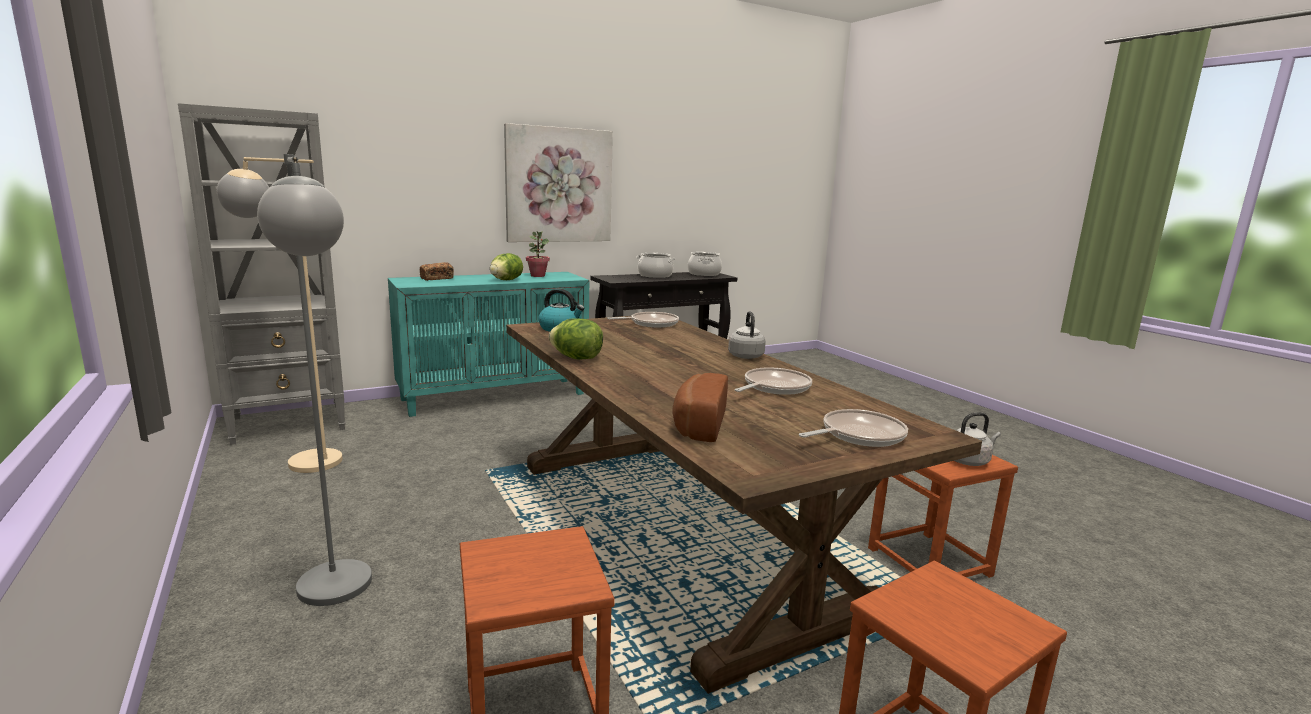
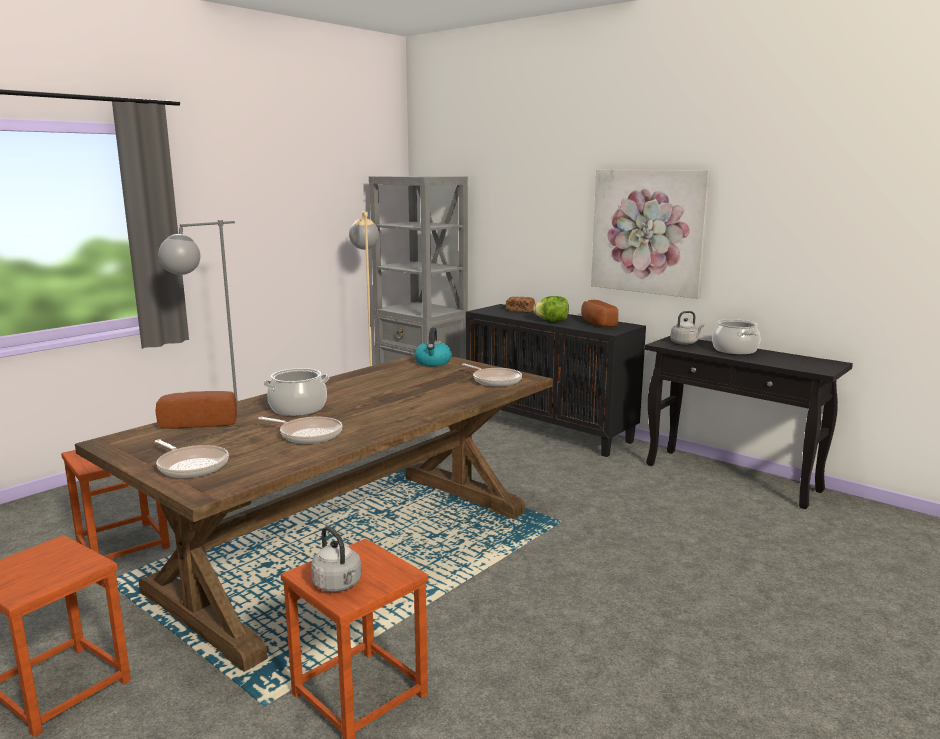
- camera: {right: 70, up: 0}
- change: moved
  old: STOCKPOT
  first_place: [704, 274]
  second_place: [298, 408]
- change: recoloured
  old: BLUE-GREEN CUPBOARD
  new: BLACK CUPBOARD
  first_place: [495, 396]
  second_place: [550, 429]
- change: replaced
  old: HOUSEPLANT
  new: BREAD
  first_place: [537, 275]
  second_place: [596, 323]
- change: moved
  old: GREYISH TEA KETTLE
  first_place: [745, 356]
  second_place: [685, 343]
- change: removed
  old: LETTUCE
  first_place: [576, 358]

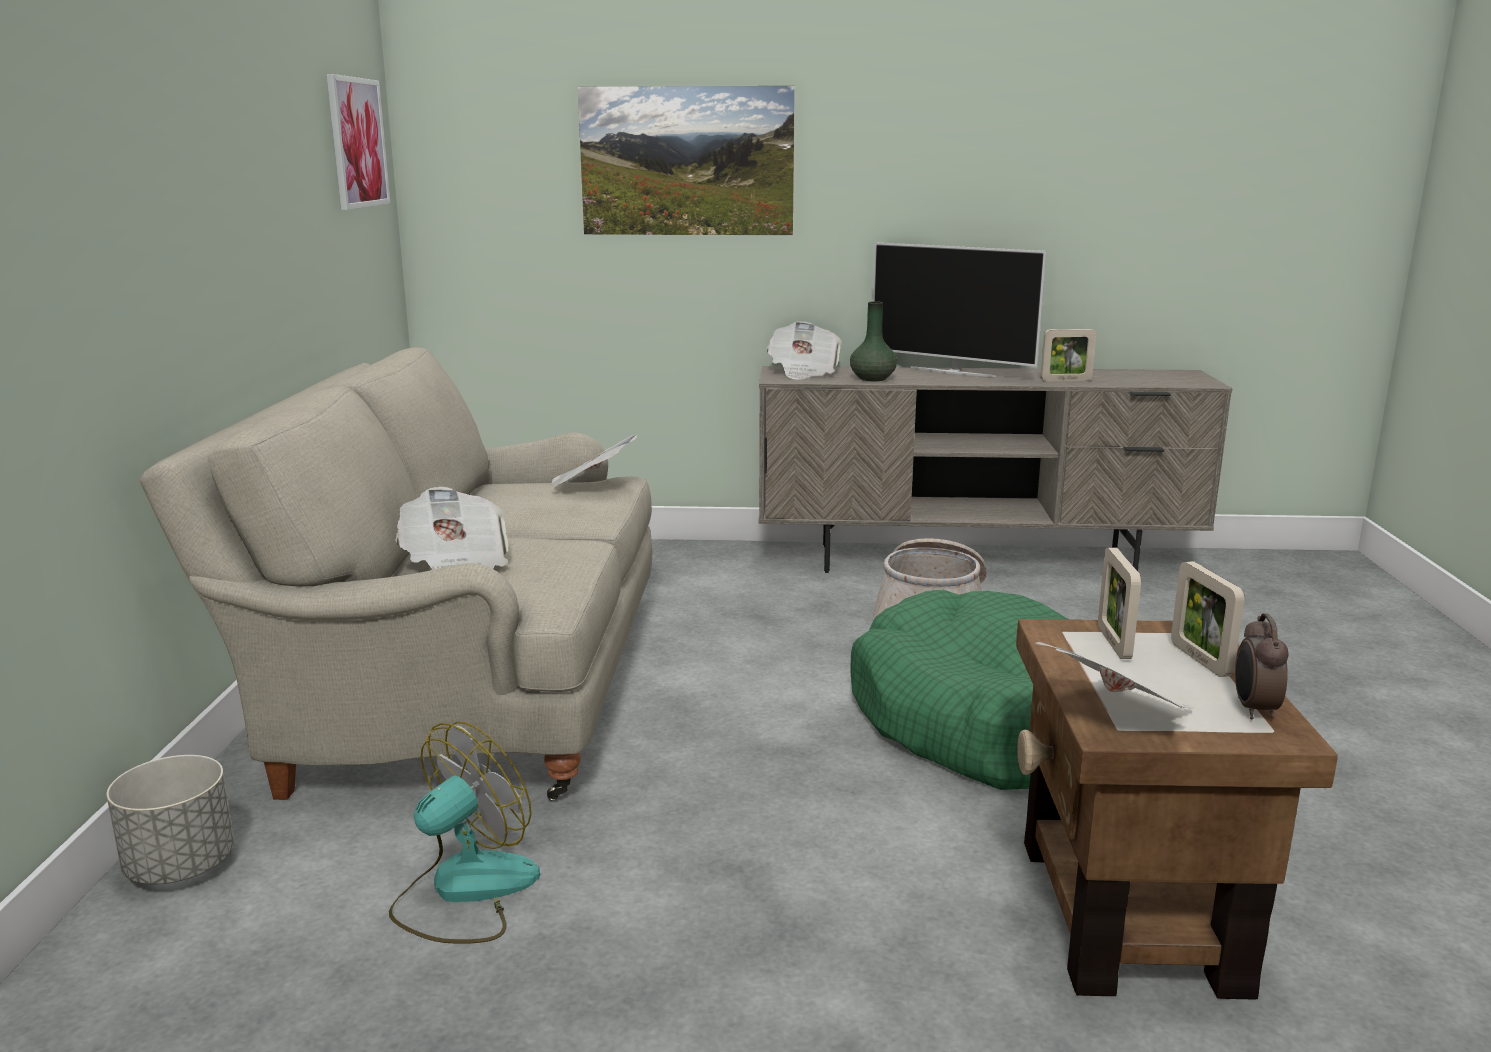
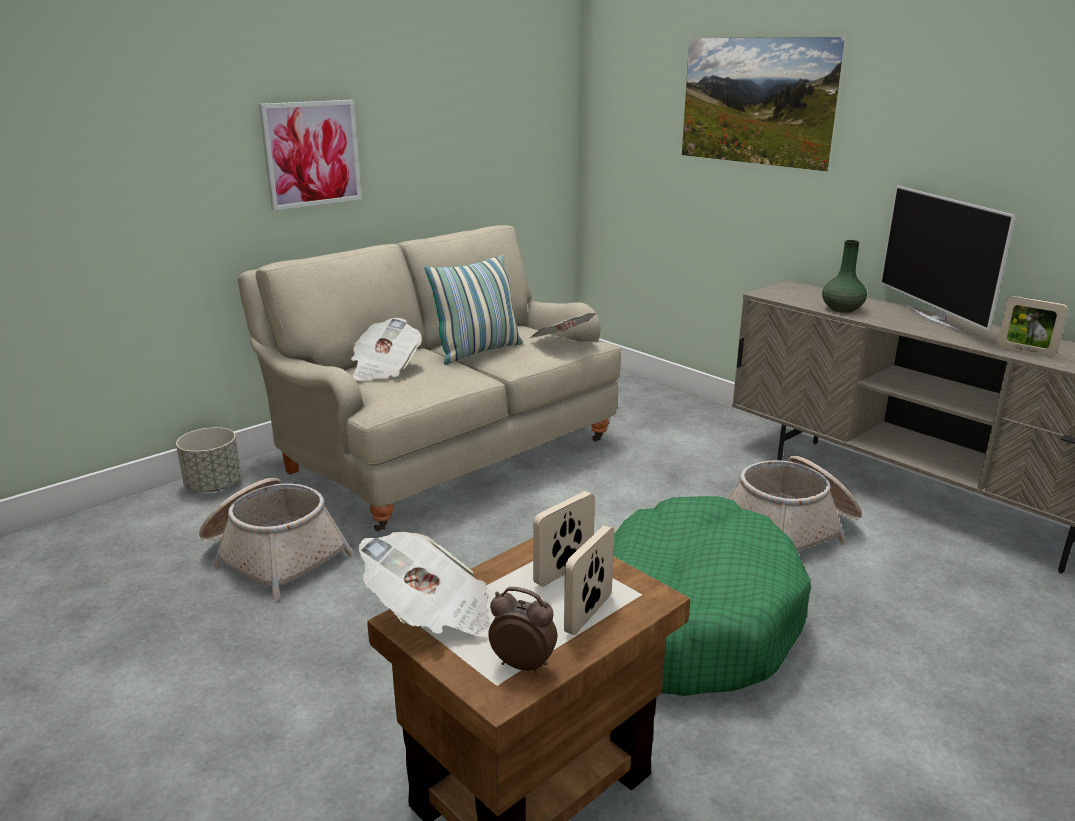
- camera: {right: 45, up: 5}
- change: replaced
  old: FAN
  new: HOUSEHOLD BASKET
  first_place: [464, 891]
  second_place: [273, 555]
- change: moved
  old: WALL ART
  first_place: [357, 143]
  second_place: [311, 154]
- change: added
  new: PILLOW
  second_place: [478, 352]
- change: turned
  old: ALARM CLOCK
  first_place: [1253, 710]
  second_place: [523, 664]
  degrees: 60
- change: removed
  old: NEWSPAPER
  first_place: [803, 372]

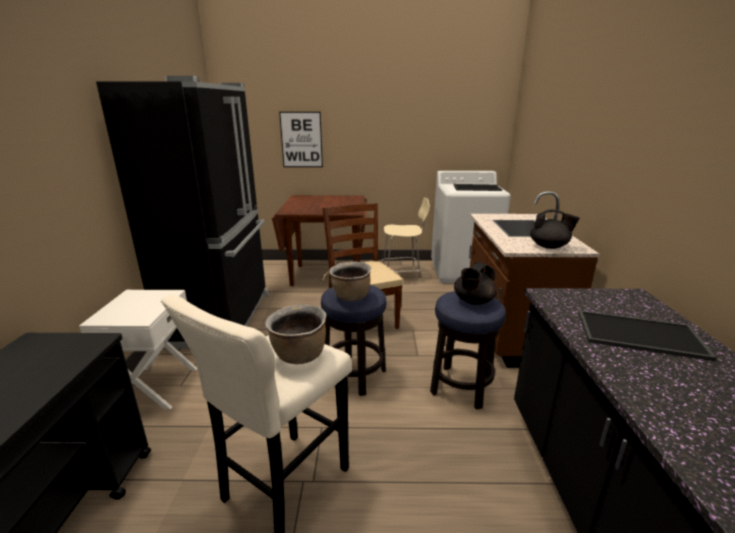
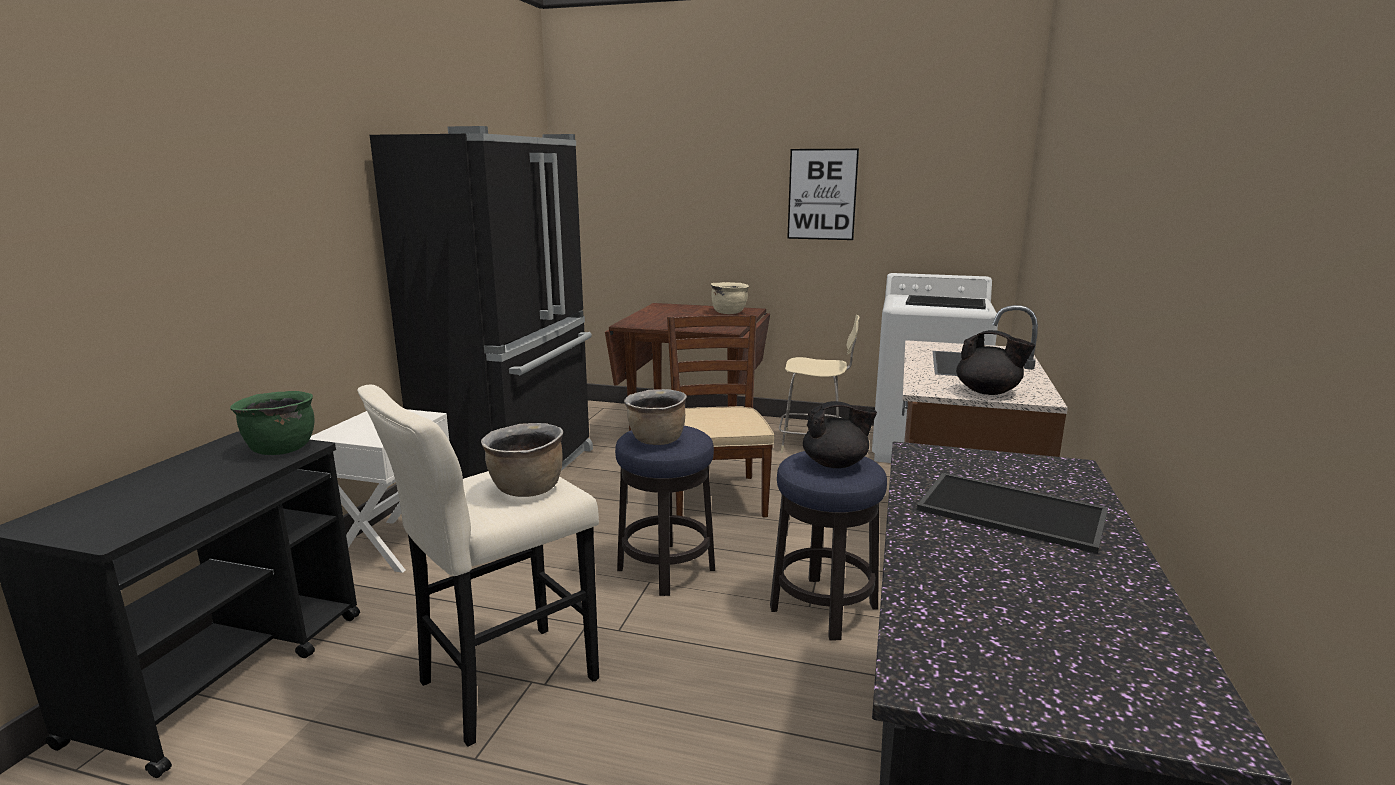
- camera: {right: 15, up: -5}
- change: added
  new: GREENISH STOCKPOT
  second_place: [281, 449]
- change: added
  new: BEIGE STOCKPOT
  second_place: [729, 312]
- change: moved
  old: WALL ART
  first_place: [301, 140]
  second_place: [822, 194]
- change: turned
  old: BLACK POT FOR TEA
  first_place: [473, 301]
  second_place: [836, 464]
  degrees: -150

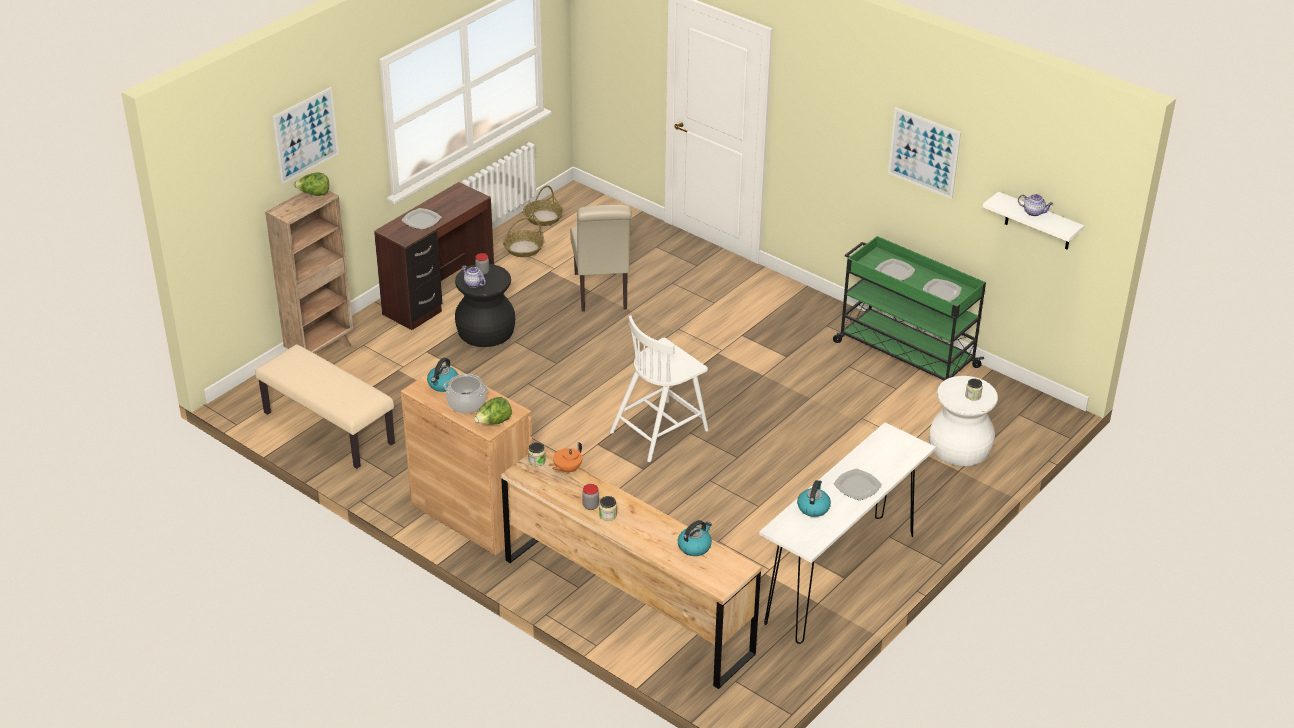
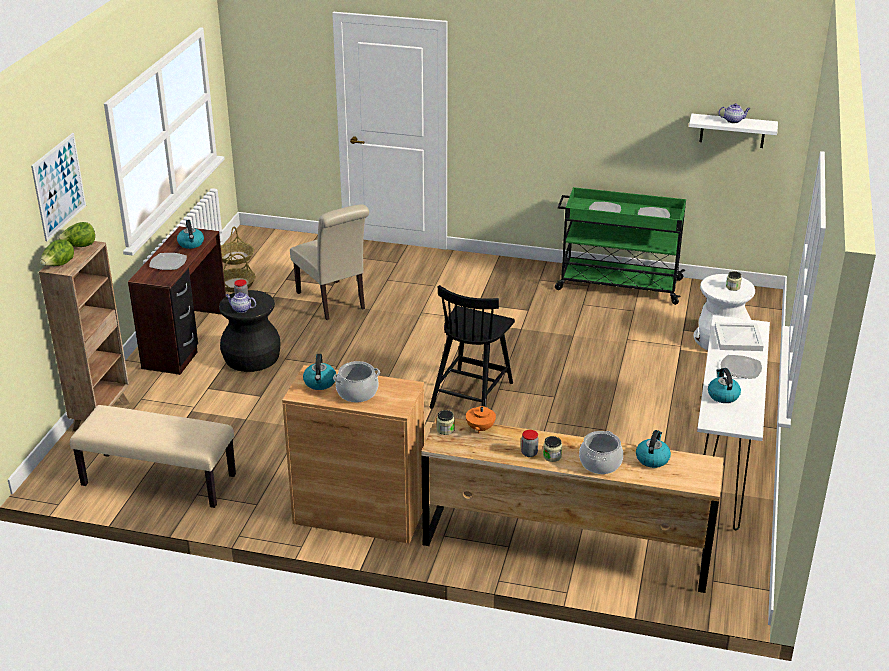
- camera: {right: -25, up: -5}
- change: moved
  old: LETTUCE
  first_place: [494, 422]
  second_place: [58, 265]
- change: added
  new: TEA KETTLE
  second_place: [191, 244]
- change: recoloured
  old: WHITISH UPRIGHT CHAIR
  new: BLACK UPRIGHT CHAIR
  first_place: [660, 430]
  second_place: [472, 394]
- change: added
  new: STOCKPOT
  second_place: [600, 463]
- change: added
  new: WHITISH TRAY
  second_place: [737, 339]
- change: removed
  old: WALL ART
  first_place: [924, 152]

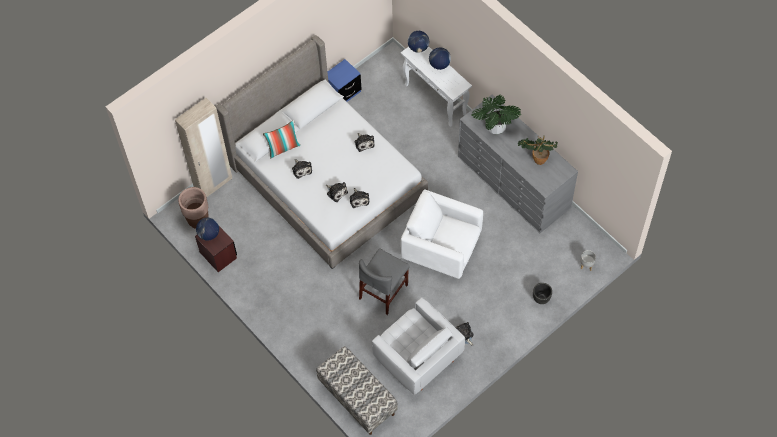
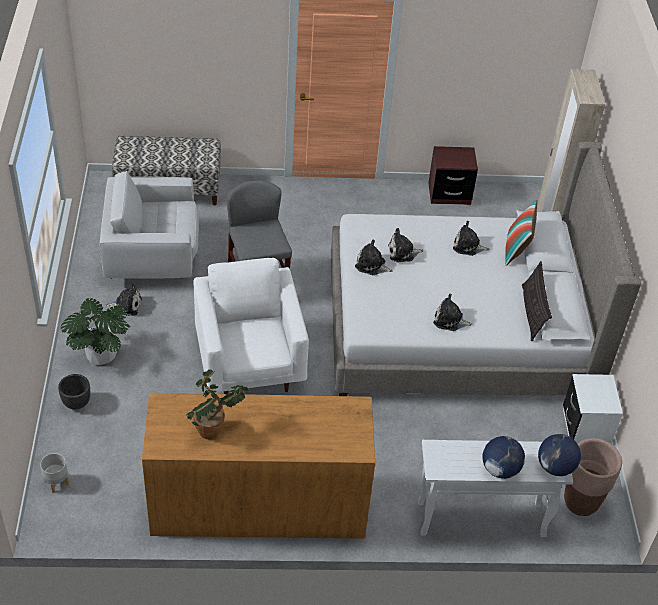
- camera: {right: 125, up: -15}
- change: moved
  old: HOUSEPLANT
  first_place: [496, 127]
  second_place: [101, 355]
- change: recoloured
  old: GREYISH DRAWER CHEST
  new: BROWN-COLOURED DRAWER CHEST
  first_place: [514, 182]
  second_place: [258, 504]
- change: turned
  old: WHITISH ARMCHAIR
  first_place: [442, 249]
  second_place: [250, 363]
  degrees: -75
- change: added
  new: PILLOW
  second_place: [532, 313]
- change: recoloured
  old: BLUE NIGHT TABLE
  new: WHITISH NIGHT TABLE
  first_place: [343, 92]
  second_place: [585, 429]
- change: moved
  old: BROWN-COLOURED FLOWER POT
  first_place: [198, 220]
  second_place: [580, 502]
- change: removed
  old: DESK GLOBE
  first_place: [209, 234]

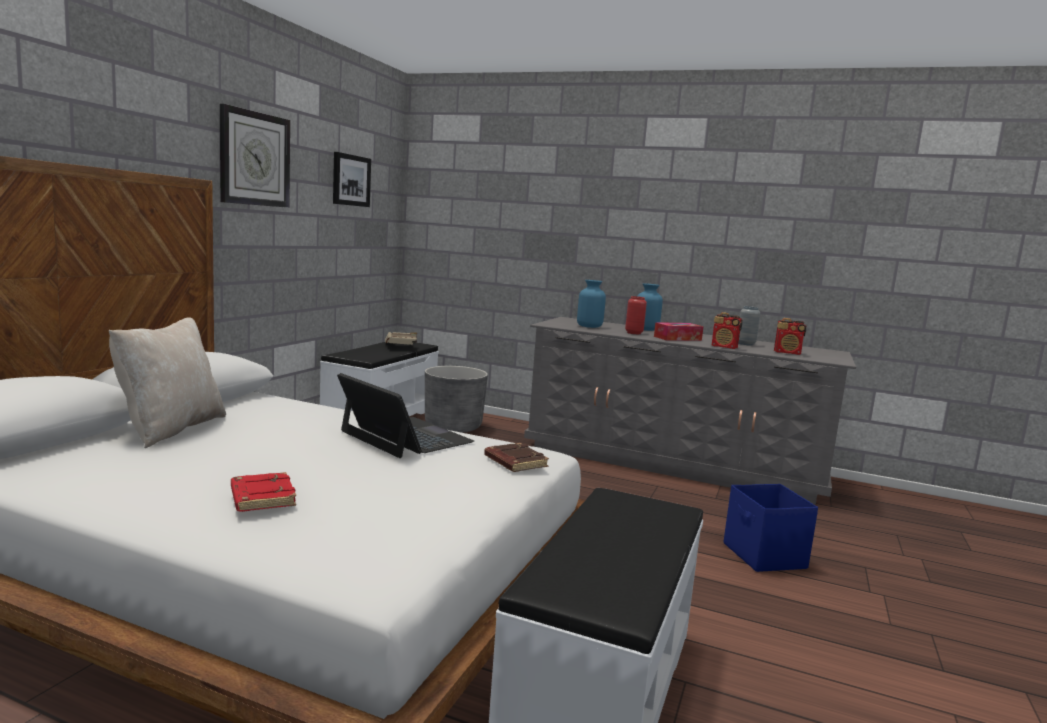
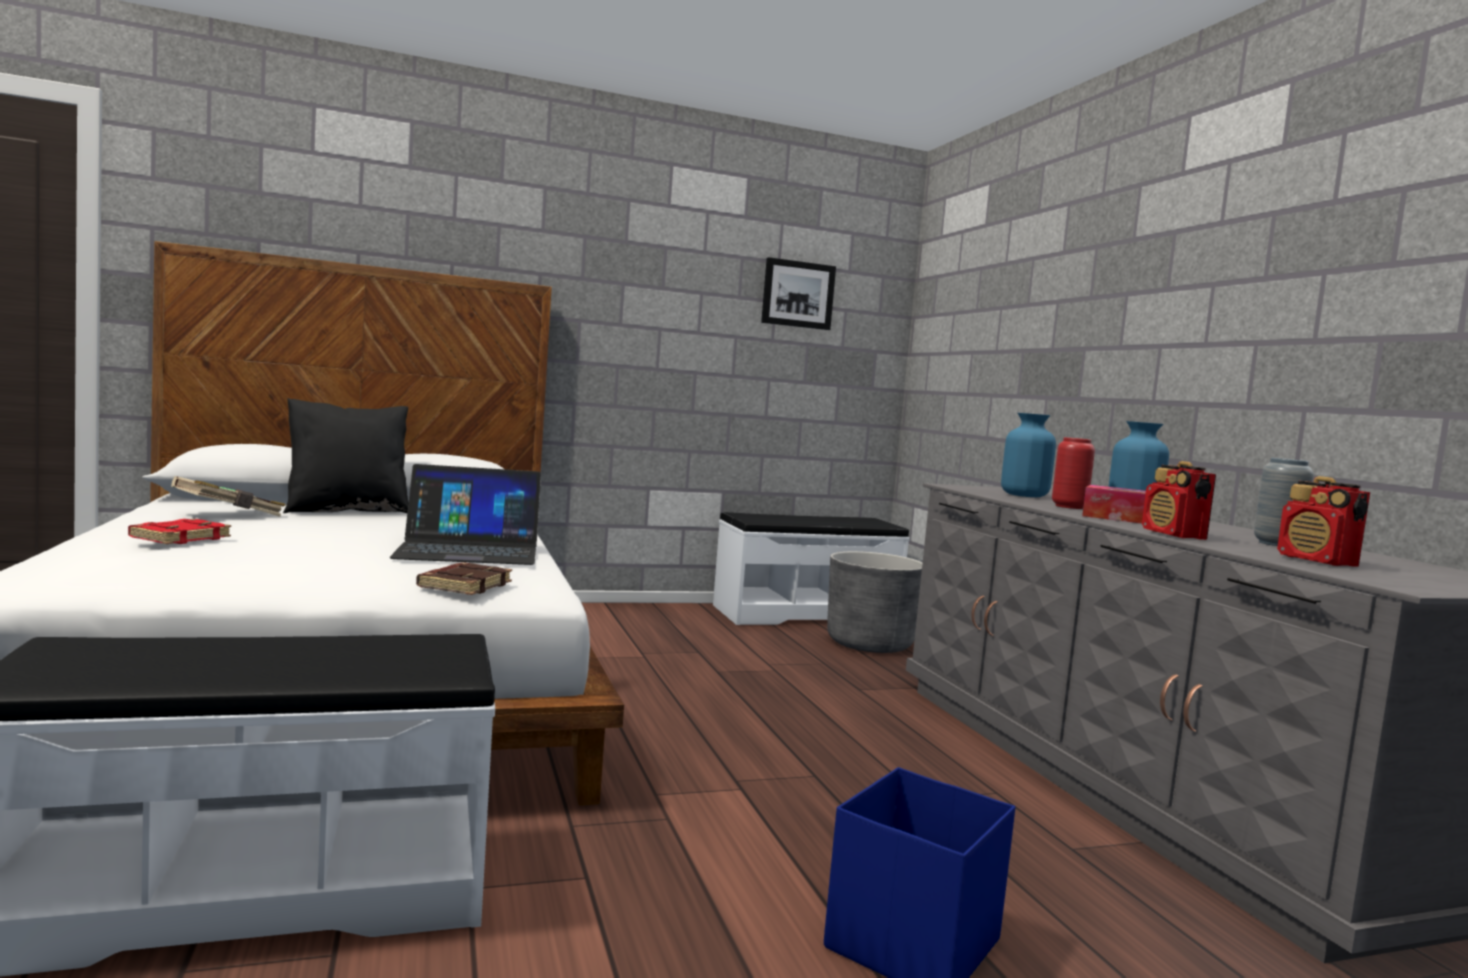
- camera: {right: 50, up: -5}
- change: moved
  old: BEIGE BOOK
  first_place: [401, 347]
  second_place: [229, 515]
- change: recoloured
  old: BEIGE PILLOW
  new: BLACK PILLOW
  first_place: [170, 429]
  second_place: [347, 510]
- change: turned
  old: NOTEBOOK COMPUTER
  first_place: [405, 437]
  second_place: [469, 550]
  degrees: 75
- change: removed
  old: WALL CLOCK
  first_place: [254, 159]

